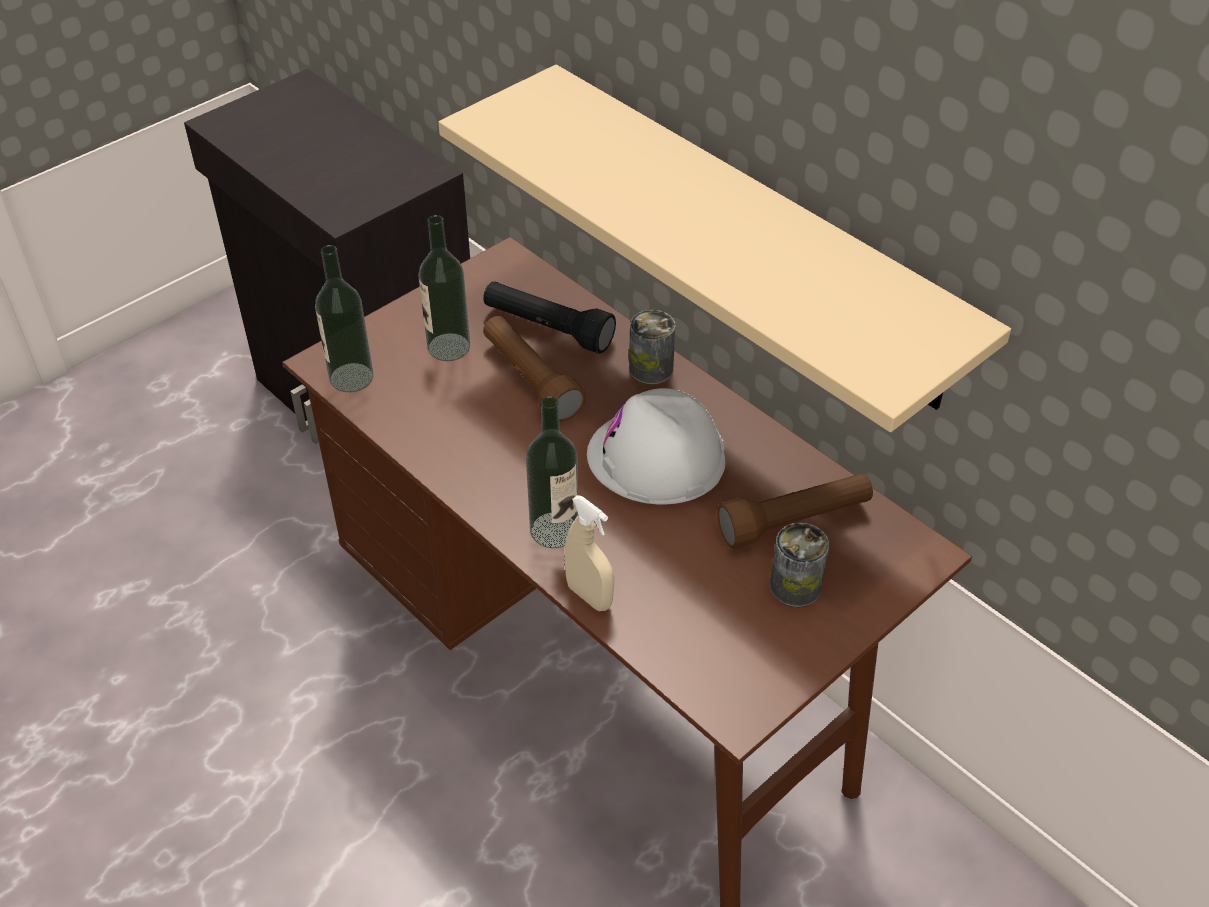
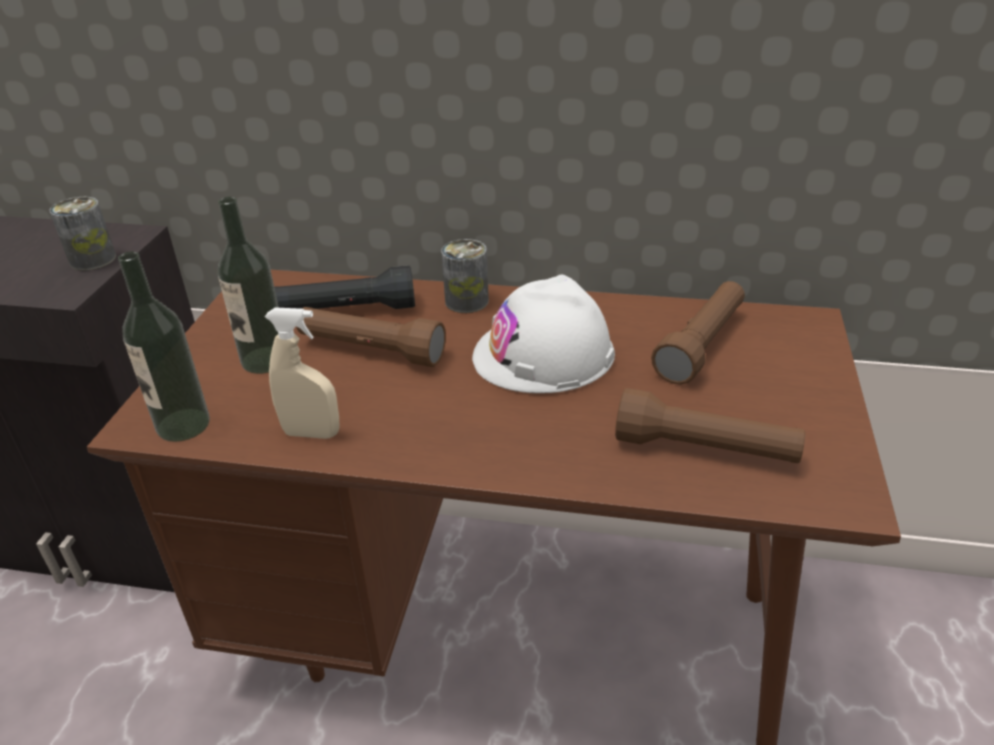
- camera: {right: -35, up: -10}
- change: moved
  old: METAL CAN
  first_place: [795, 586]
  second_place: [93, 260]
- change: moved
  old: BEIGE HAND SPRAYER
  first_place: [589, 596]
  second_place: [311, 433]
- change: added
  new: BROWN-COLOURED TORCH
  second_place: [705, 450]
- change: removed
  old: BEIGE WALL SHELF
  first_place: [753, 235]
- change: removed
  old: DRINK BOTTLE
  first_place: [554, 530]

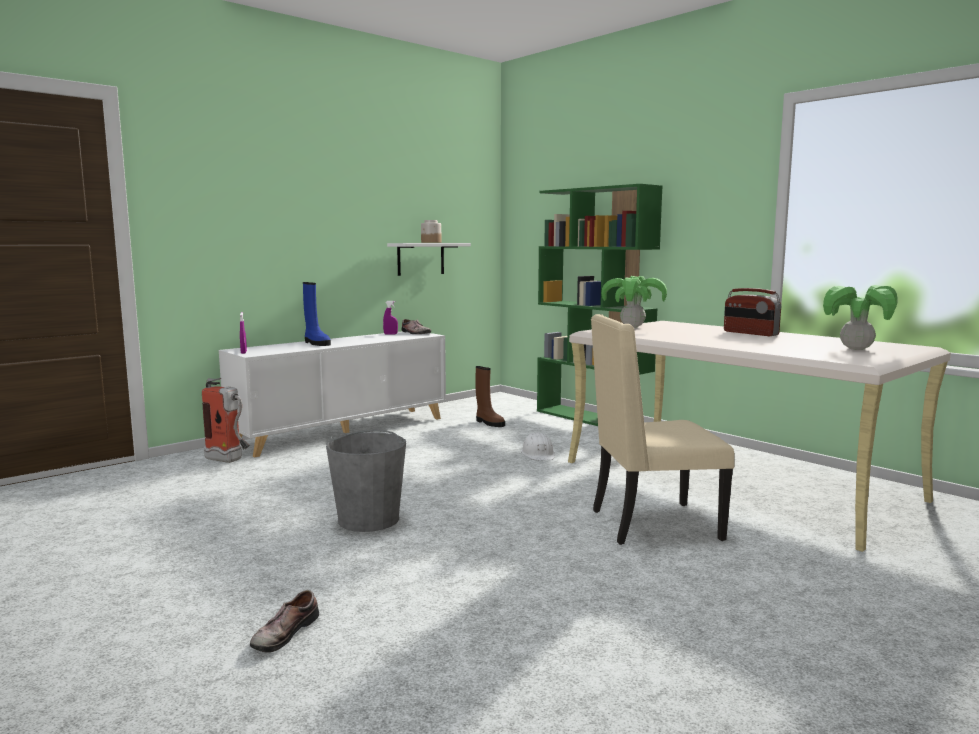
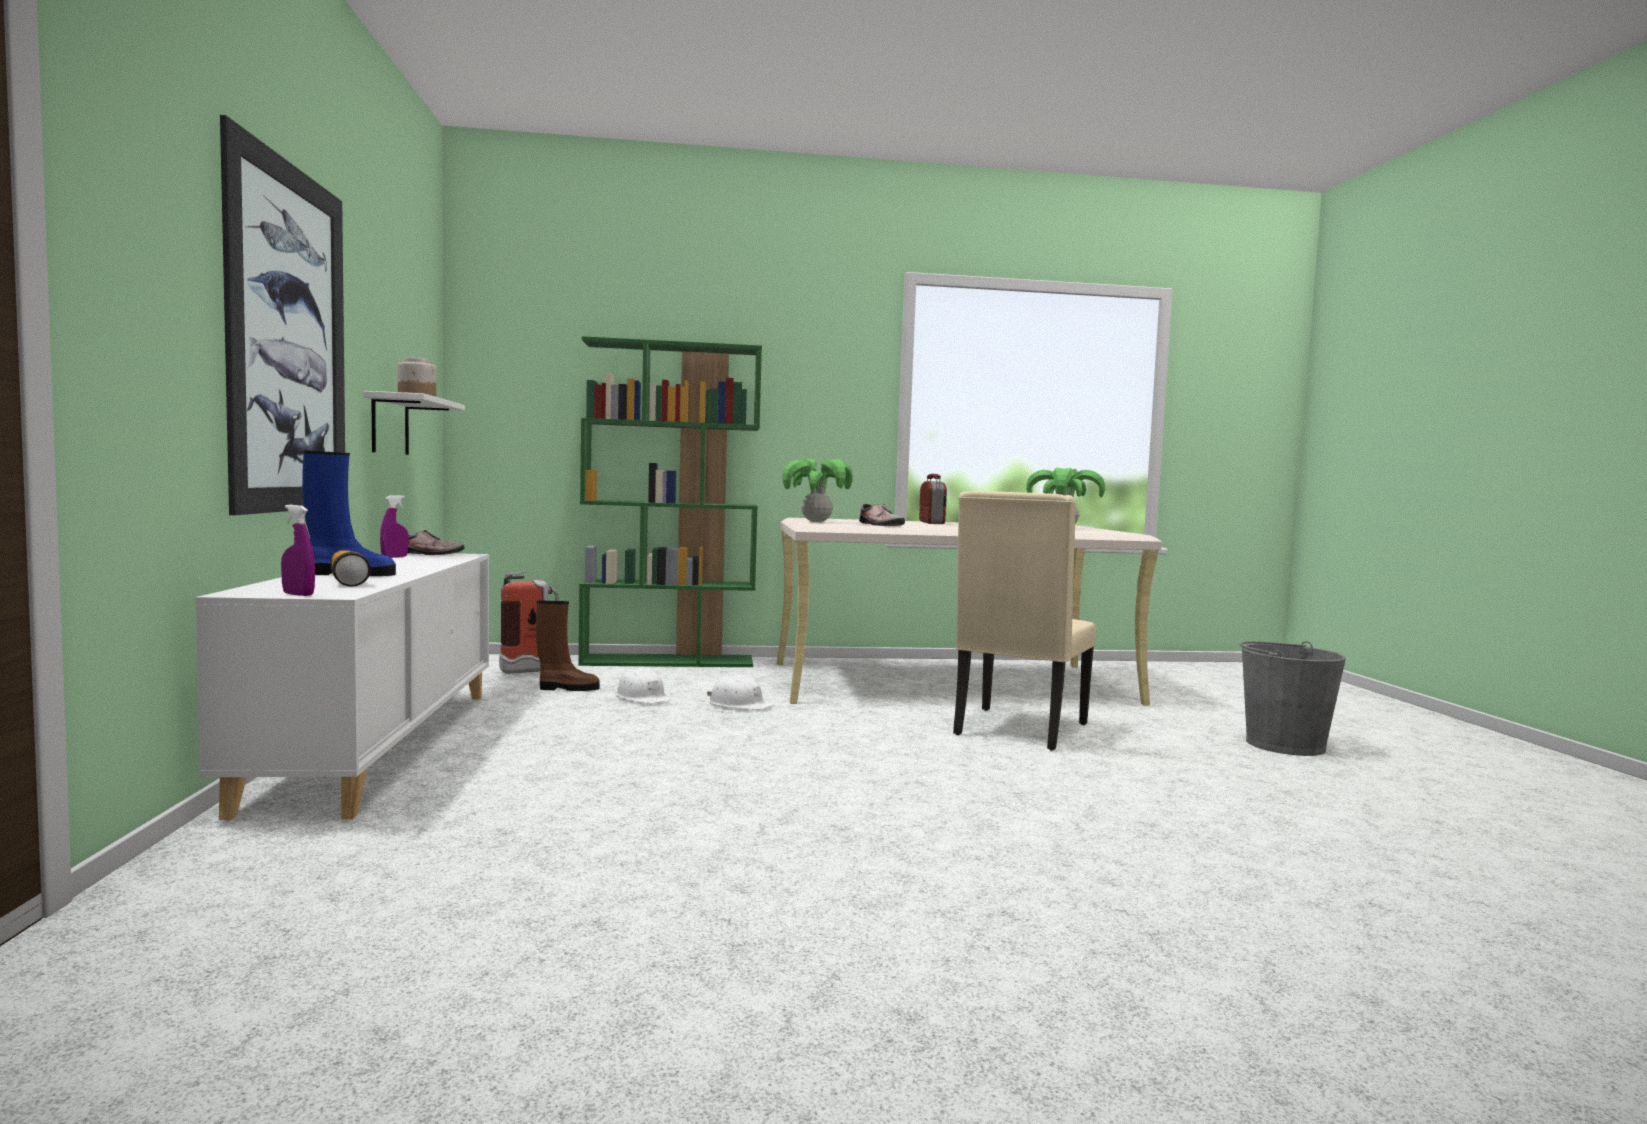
- camera: {right: -55, up: -5}
- change: added
  new: WALL ART
  second_place: [289, 339]
- change: added
  new: TORCH
  second_place: [348, 582]
- change: moved
  old: FIRE EXTINGUISHER
  first_place: [229, 460]
  second_place: [532, 670]
- change: added
  new: WHITISH WORK HELMET
  second_place: [642, 697]
- change: moved
  old: LOW SHOE
  first_place: [283, 633]
  second_place: [879, 525]
- change: turned
  old: RADIO
  first_place: [750, 333]
  second_place: [932, 523]
  degrees: -90
- change: moved
  old: GREYISH BUCKET
  first_place: [369, 519]
  second_place: [1284, 745]

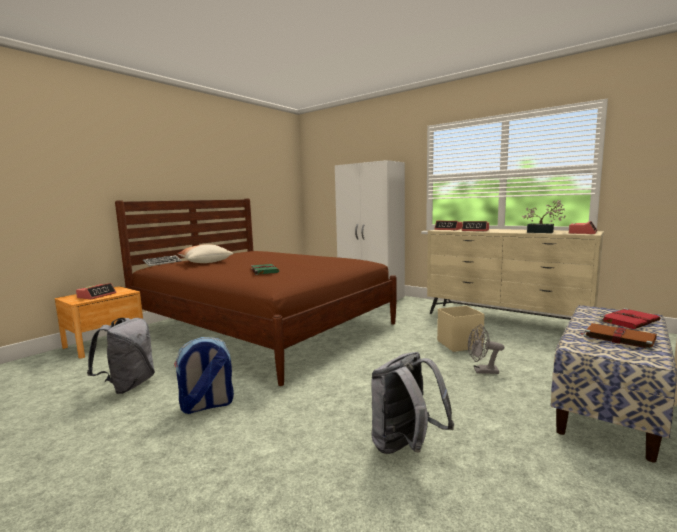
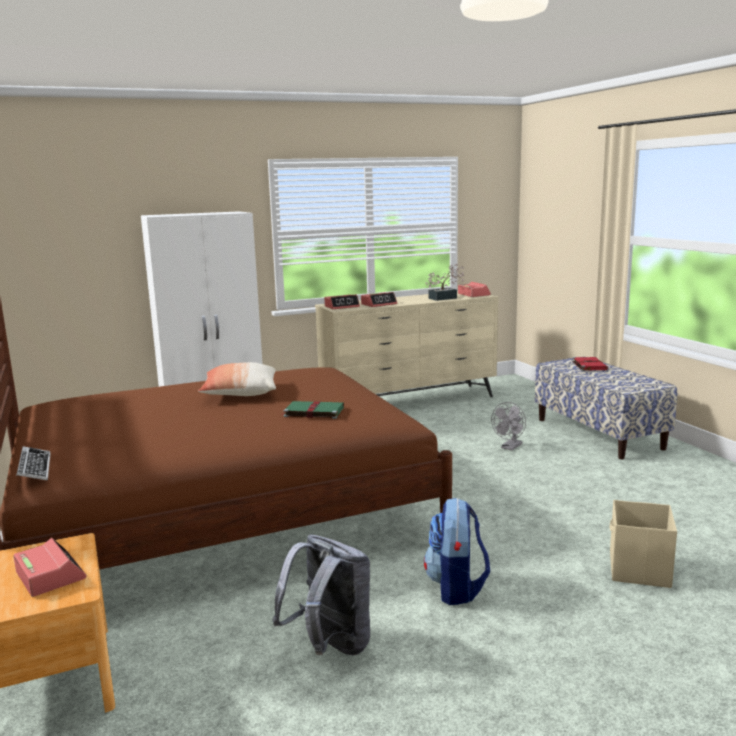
- camera: {right: -60, up: 5}
- change: moved
  old: PILLOW
  first_place: [205, 262]
  second_place: [240, 393]
- change: moved
  old: BEIGE STORAGE BIN
  first_place: [458, 344]
  second_place: [638, 570]
- change: removed
  old: GREYISH KNAPSACK
  first_place: [405, 447]
- change: removed
  old: BROWN-COLOURED BOOK
  first_place: [617, 337]

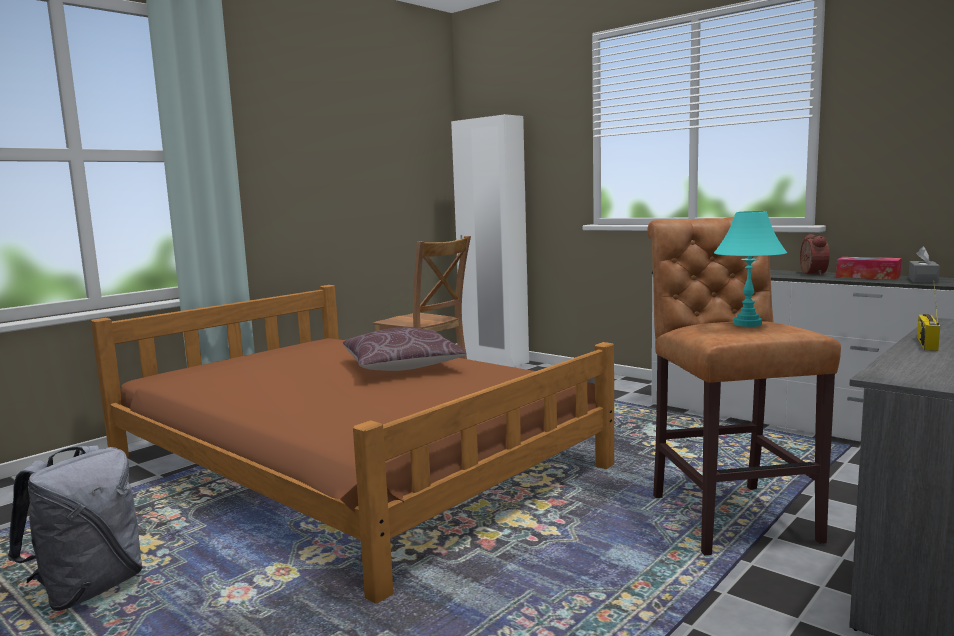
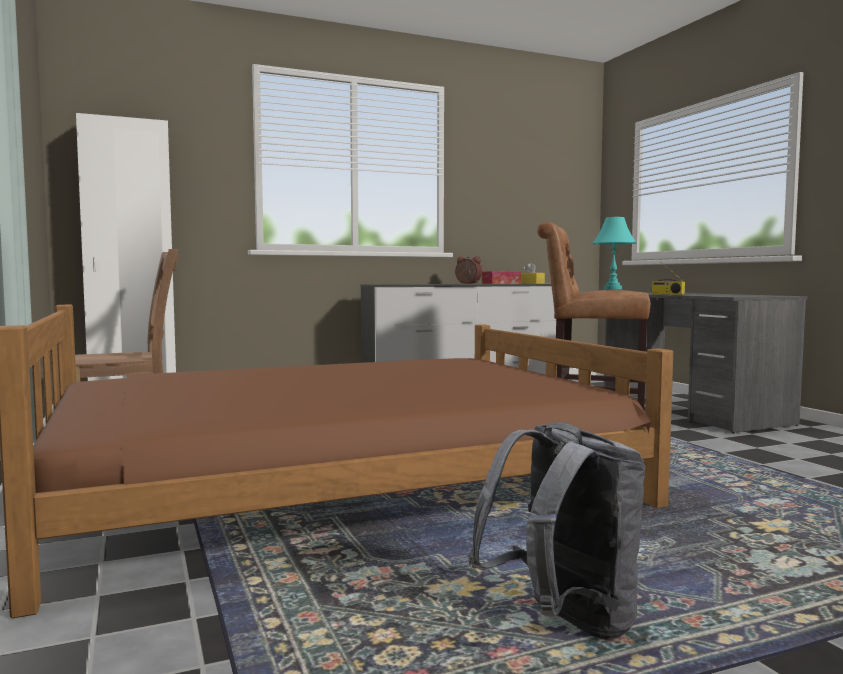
- camera: {right: -65, up: -5}
- change: recoloured
  old: GREYISH TISSUE HOLDER
  new: YELLOW TISSUE HOLDER
  first_place: [923, 280]
  second_place: [531, 283]
- change: removed
  old: BROWN-COLOURED PILLOW
  first_place: [402, 367]

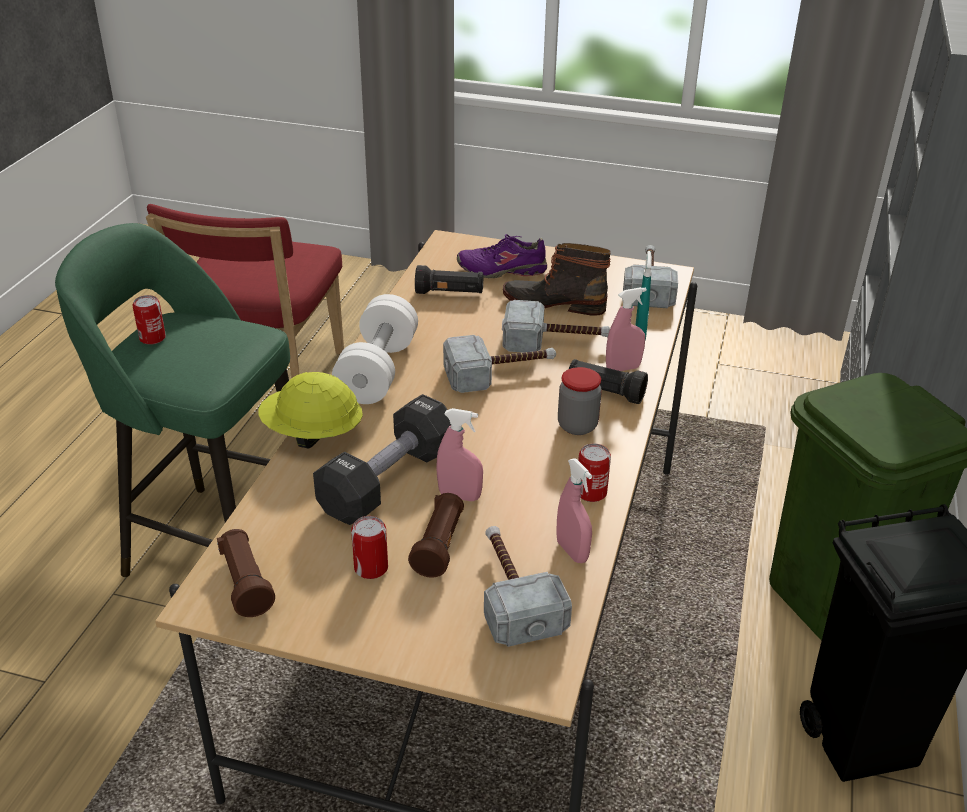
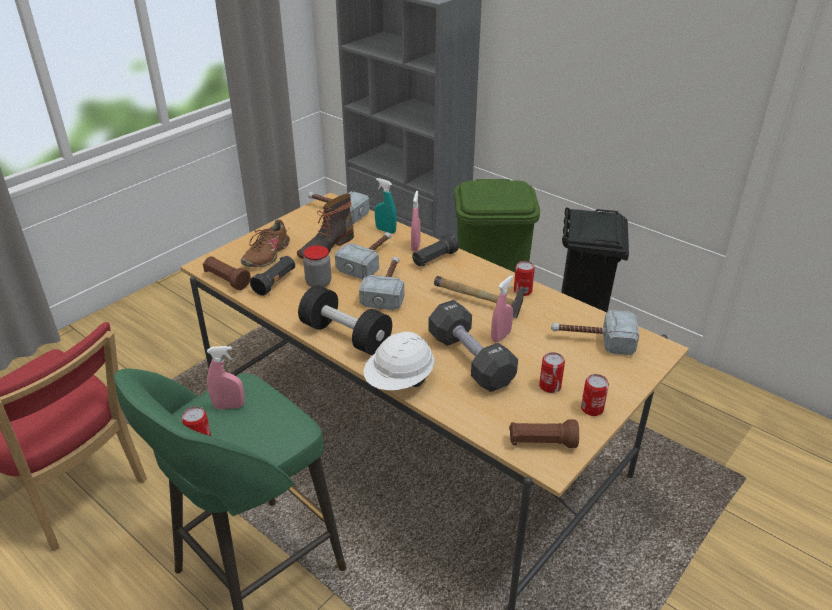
- camera: {right: -65, up: 0}
- change: moved
  old: BROWN-COLOURED TORCH
  first_place: [439, 546]
  second_place: [227, 280]
- change: moved
  old: PINKISH HAND SPRAYER
  first_place: [572, 551]
  second_place: [229, 406]
- change: recoloured
  old: PURPLE-COLOURED LOW SHOE
  new: BROWN-COLOURED LOW SHOE
  first_place: [502, 270]
  second_place: [266, 255]
- change: recoloured
  old: WHITISH HAND WEIGHT
  new: BLACK HAND WEIGHT
  first_place: [378, 371]
  second_place: [345, 336]
- change: moved
  old: PRESERVE JAR
  first_place: [577, 426]
  second_place: [318, 283]
- change: recoloured
  old: YELLOW WORK HELMET
  new: WHITISH WORK HELMET
  first_place: [312, 434]
  second_place: [400, 381]
- change: added
  new: HAMMER
  second_place: [479, 303]
- change: added
  new: METAL CAN
  second_place: [592, 409]

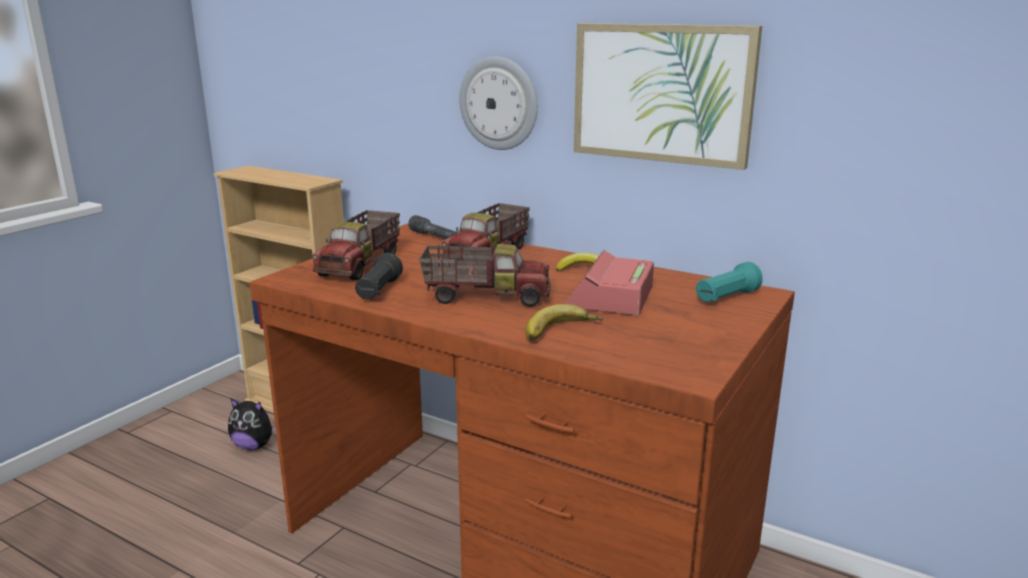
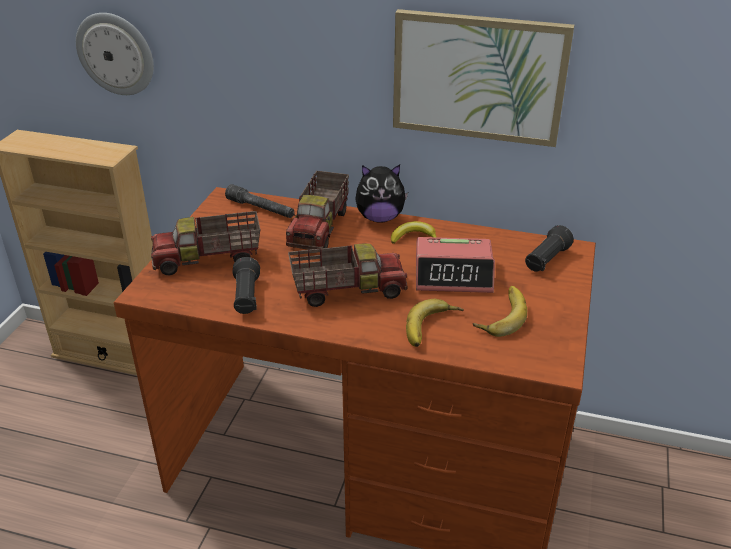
- camera: {right: -15, up: 15}
- change: moved
  old: WALL CLOCK
  first_place: [499, 103]
  second_place: [116, 54]
- change: turned
  old: TOY LORRY
  first_place: [361, 265]
  second_place: [208, 260]
  degrees: 75
- change: moved
  old: CUDDLY TOY
  first_place: [254, 446]
  second_place: [380, 218]
- change: turned
  old: ALARM CLOCK
  first_place: [611, 297]
  second_place: [453, 275]
  degrees: -90
- change: added
  new: WHOLE BANANA
  second_place: [499, 315]
- change: recoloured
  old: BLUE-GREEN TORCH
  new: BLACK TORCH
  first_place: [726, 297]
  second_place: [546, 260]

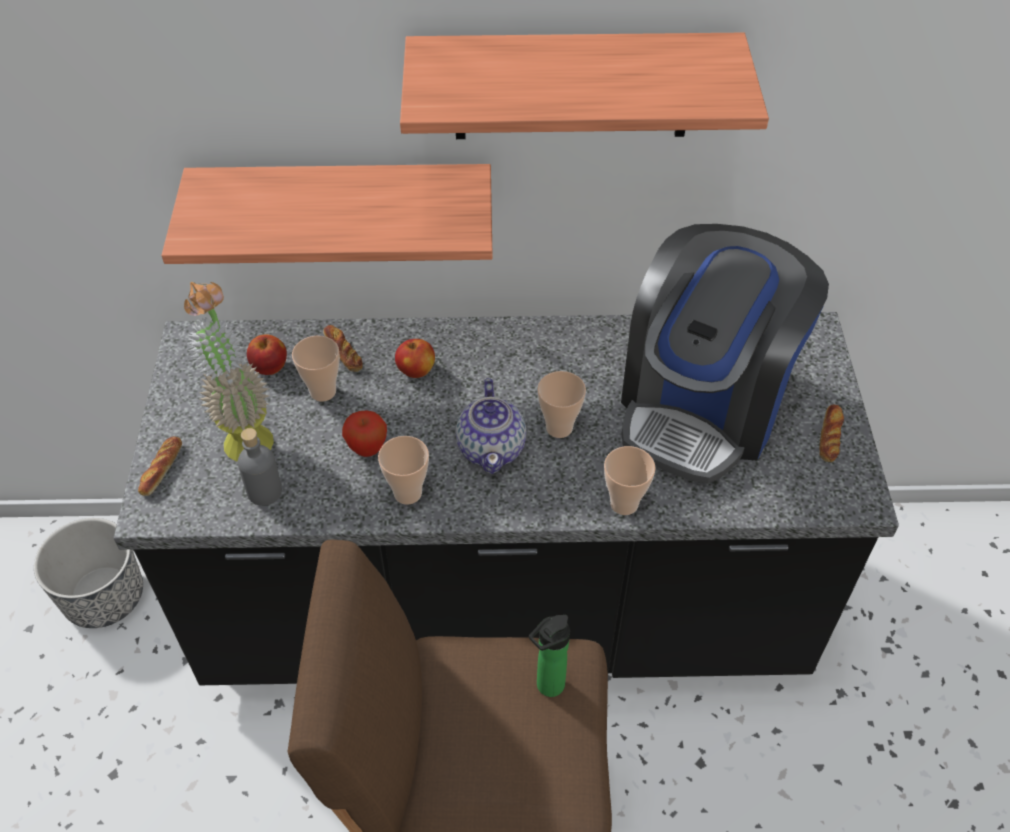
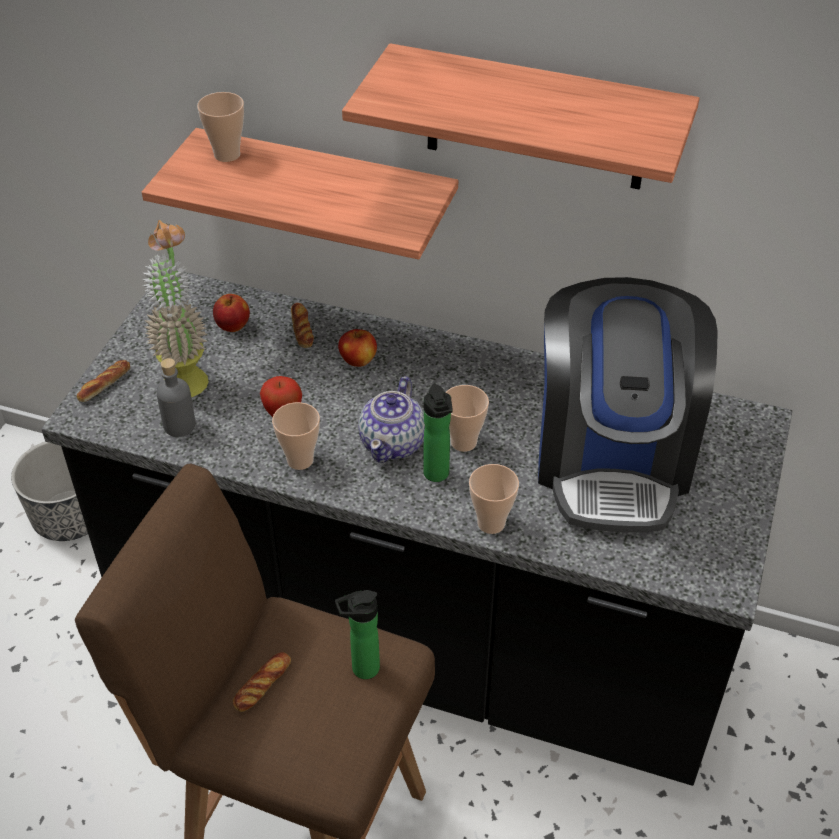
- camera: {right: 20, up: -5}
- change: moved
  old: CUP
  first_place: [323, 391]
  second_place: [227, 155]
- change: moved
  old: BREAD
  first_place: [830, 436]
  second_place: [262, 684]
- change: added
  new: DRINK BOTTLE
  second_place: [437, 476]
- change: turned
  old: COFFEE BREWER
  first_place: [704, 404]
  second_place: [612, 458]
  degrees: -45

